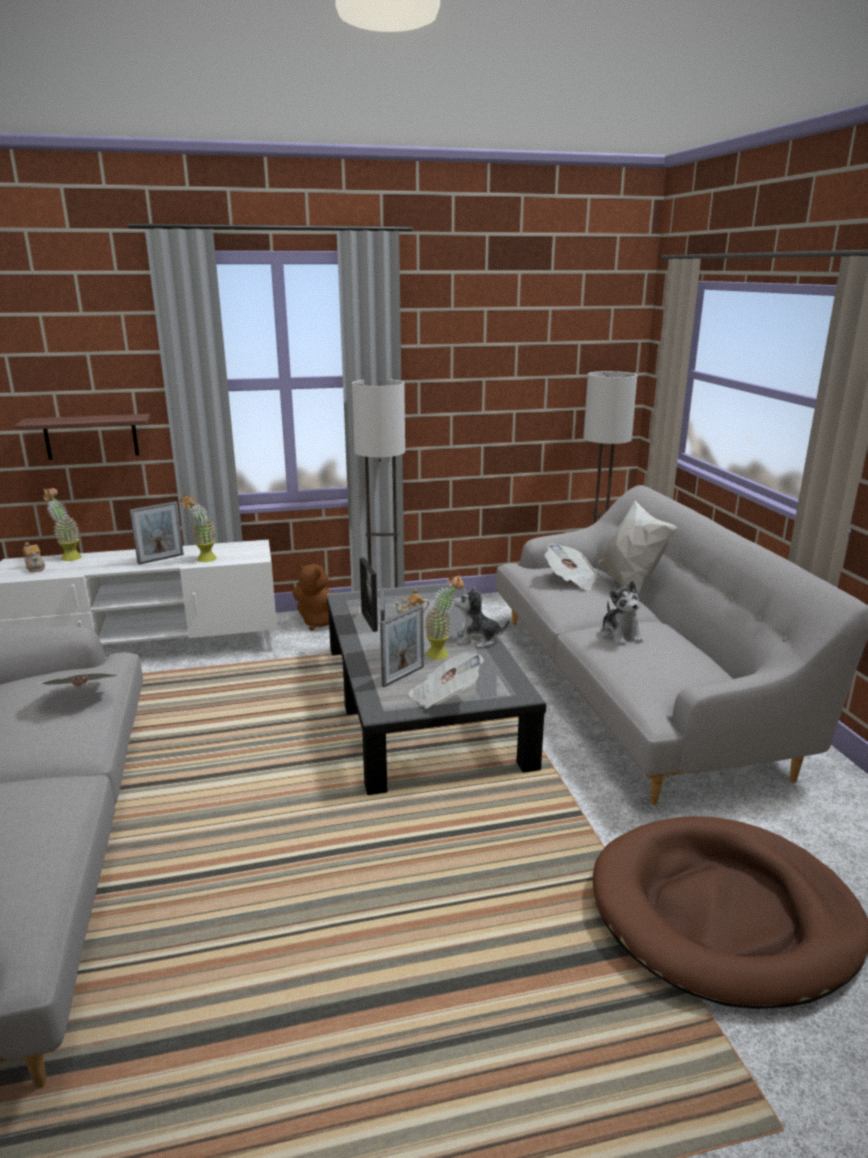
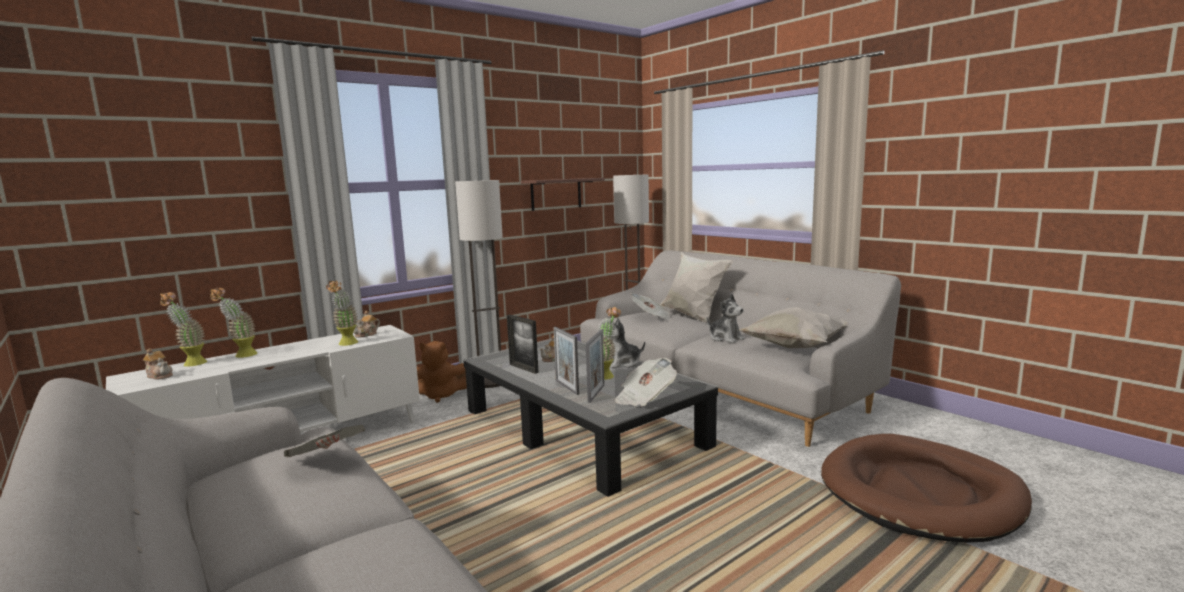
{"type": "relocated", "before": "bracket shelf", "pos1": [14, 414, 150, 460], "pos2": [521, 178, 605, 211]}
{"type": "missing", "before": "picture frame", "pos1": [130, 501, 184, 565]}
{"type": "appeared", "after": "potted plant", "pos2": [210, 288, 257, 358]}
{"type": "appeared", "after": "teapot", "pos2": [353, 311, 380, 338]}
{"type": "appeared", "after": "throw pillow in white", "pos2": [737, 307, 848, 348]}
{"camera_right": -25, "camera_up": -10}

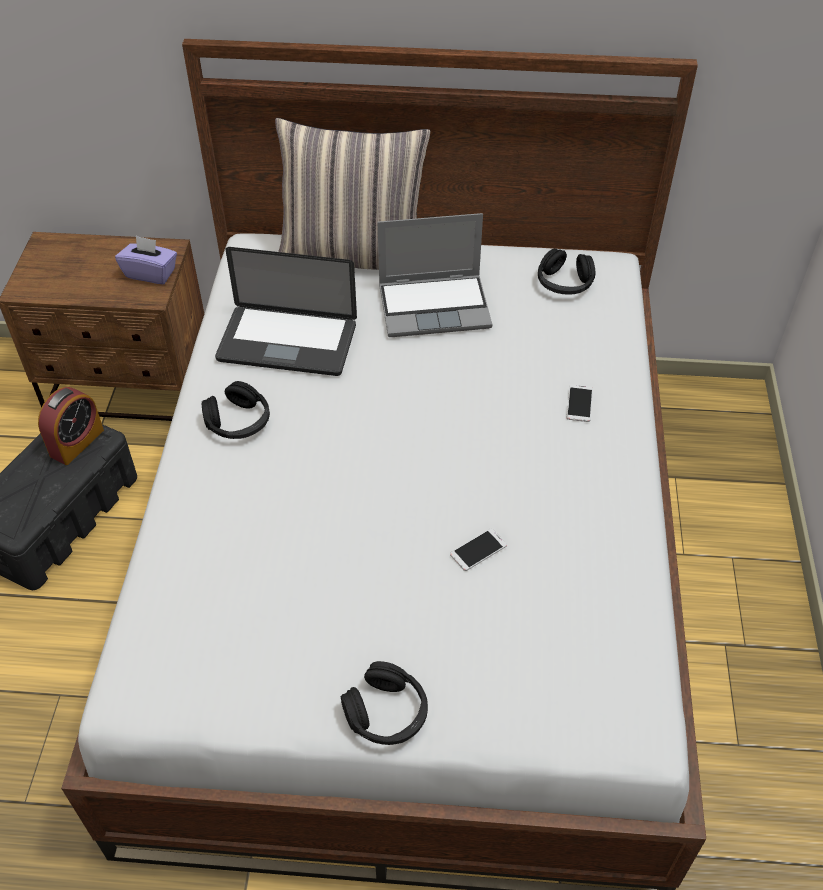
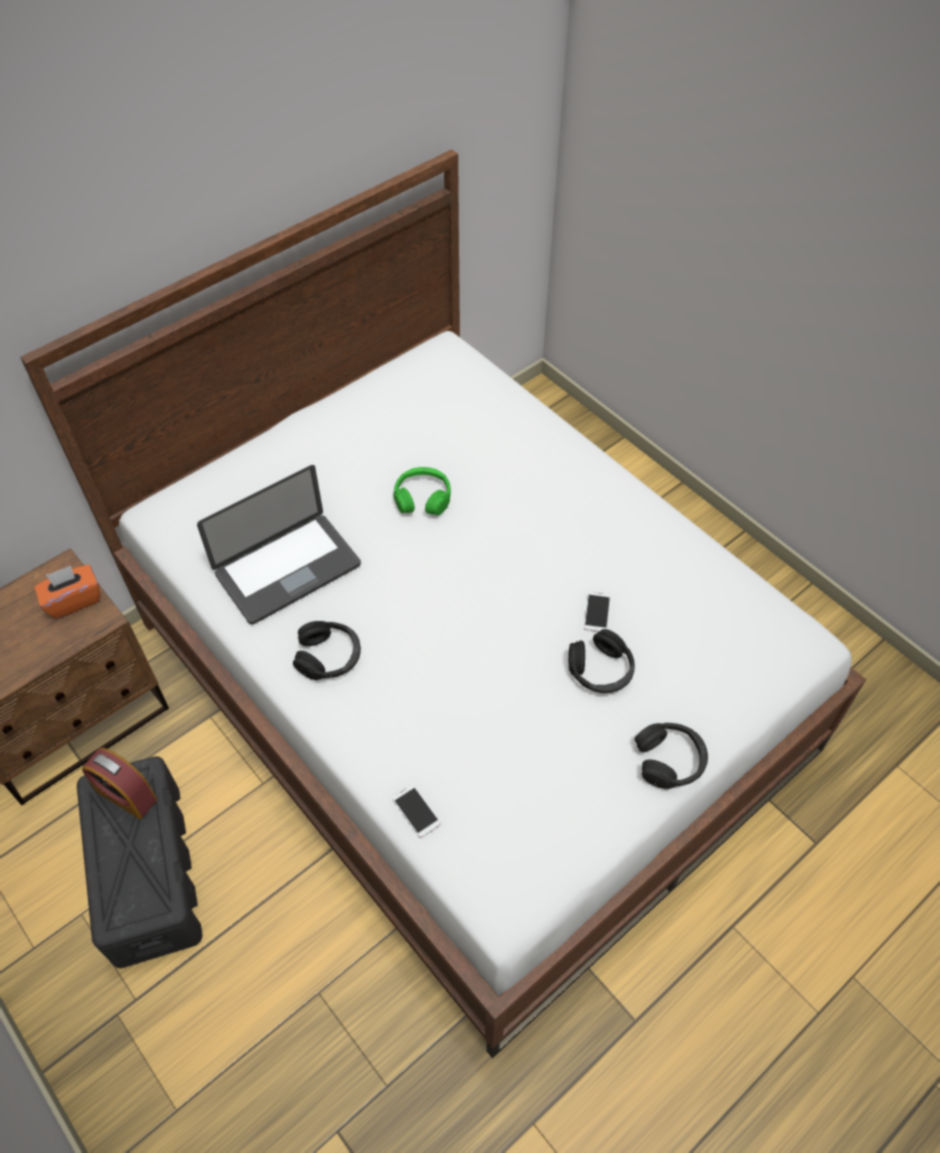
{"type": "spun", "before": "alarm clock", "pos1": [38, 387, 104, 465], "pos2": [82, 748, 157, 819], "turn": 135}
{"type": "colour", "before": "tissue box in purple", "after": "tissue box in orangey", "pos1": [115, 236, 177, 284], "pos2": [34, 565, 100, 619]}
{"type": "missing", "before": "throw pillow", "pos1": [275, 118, 430, 270]}
{"type": "missing", "before": "laptop", "pos1": [378, 213, 492, 337]}
{"type": "relocated", "before": "headset in blackish", "pos1": [538, 249, 595, 295], "pos2": [568, 629, 635, 693]}
{"type": "relocated", "before": "handset", "pos1": [567, 384, 593, 422], "pos2": [392, 784, 441, 838]}
{"type": "appeared", "after": "headset in green", "pos2": [393, 467, 451, 515]}
{"camera_right": -45, "camera_up": 5}

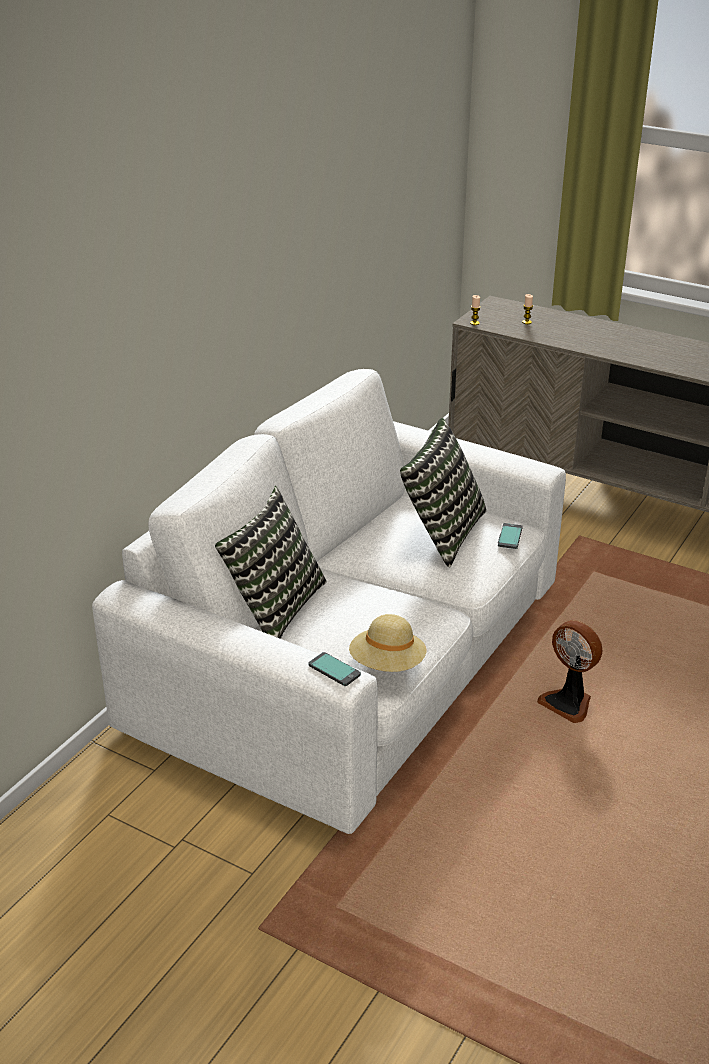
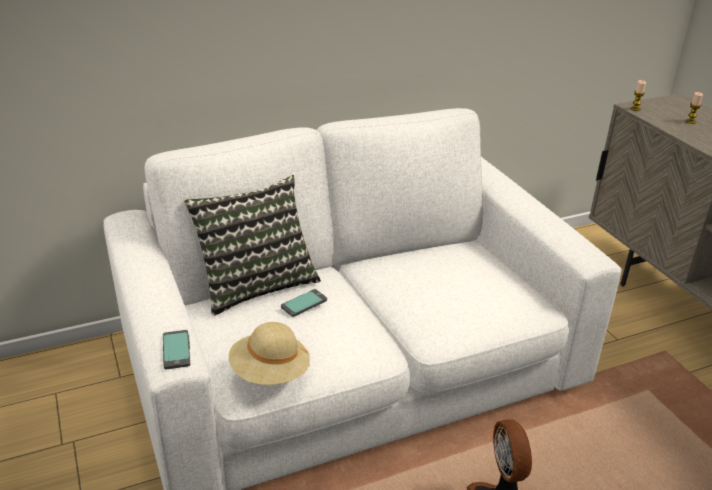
{"type": "missing", "before": "throw pillow", "pos1": [400, 418, 486, 568]}
{"type": "relocated", "before": "handset", "pos1": [498, 523, 523, 549], "pos2": [281, 289, 327, 317]}
{"camera_right": 35, "camera_up": 0}

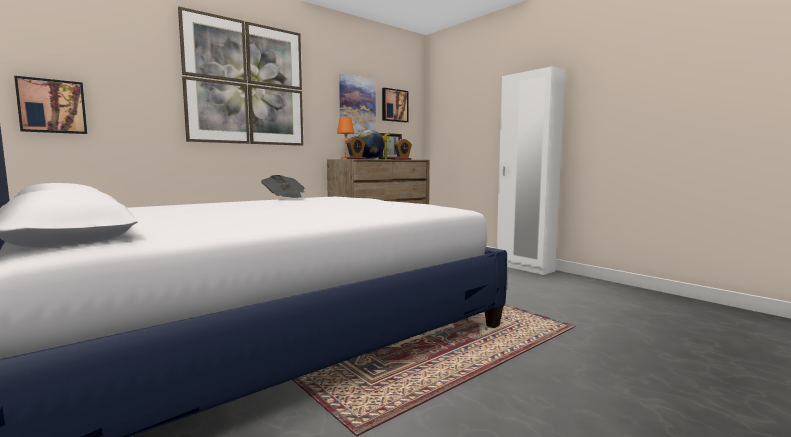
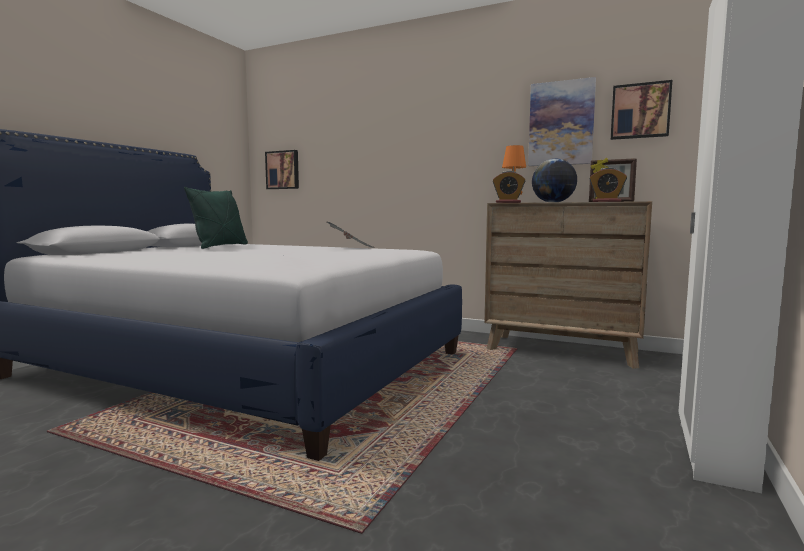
{"type": "missing", "before": "wall art", "pos1": [178, 7, 303, 146]}
{"type": "appeared", "after": "throw pillow in green", "pos2": [184, 187, 248, 249]}
{"camera_right": 65, "camera_up": 0}

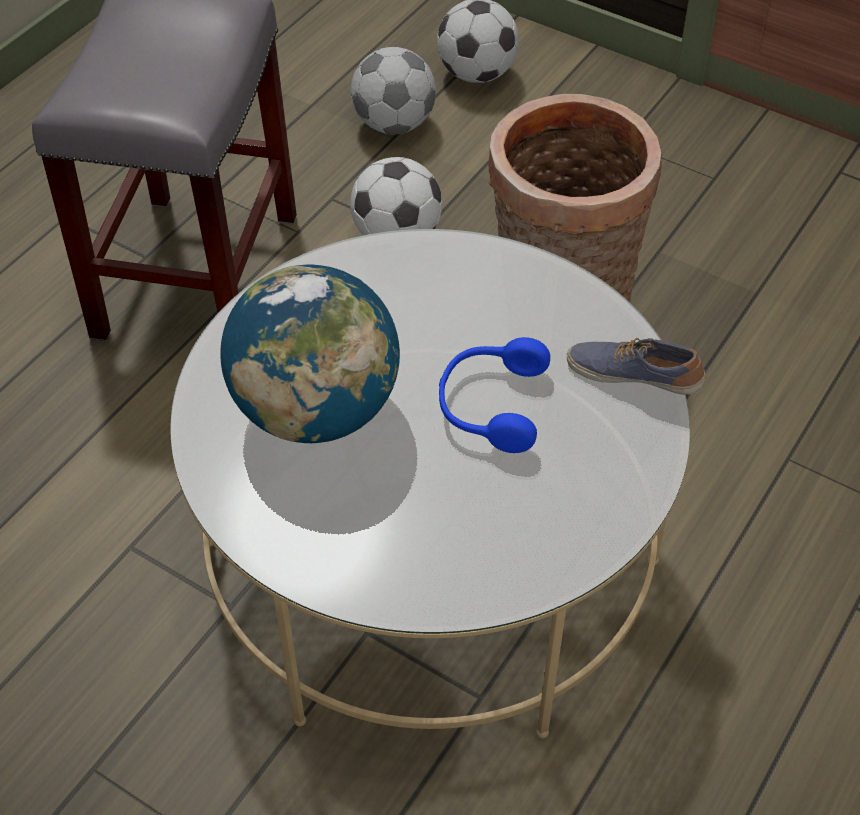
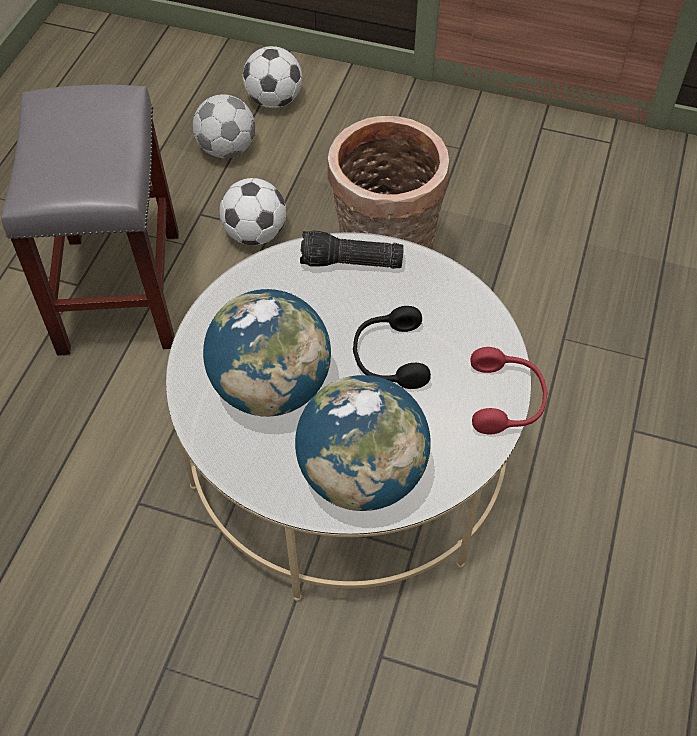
{"type": "colour", "before": "headset in bluish", "after": "headset in blackish", "pos1": [439, 337, 550, 453], "pos2": [353, 306, 431, 389]}
{"type": "missing", "before": "shoe", "pos1": [567, 338, 706, 395]}
{"type": "appeared", "after": "globe", "pos2": [295, 375, 431, 511]}
{"type": "appeared", "after": "flashlight", "pos2": [300, 230, 404, 269]}
{"type": "appeared", "after": "headset in red", "pos2": [470, 347, 548, 434]}
{"camera_right": -15, "camera_up": 5}

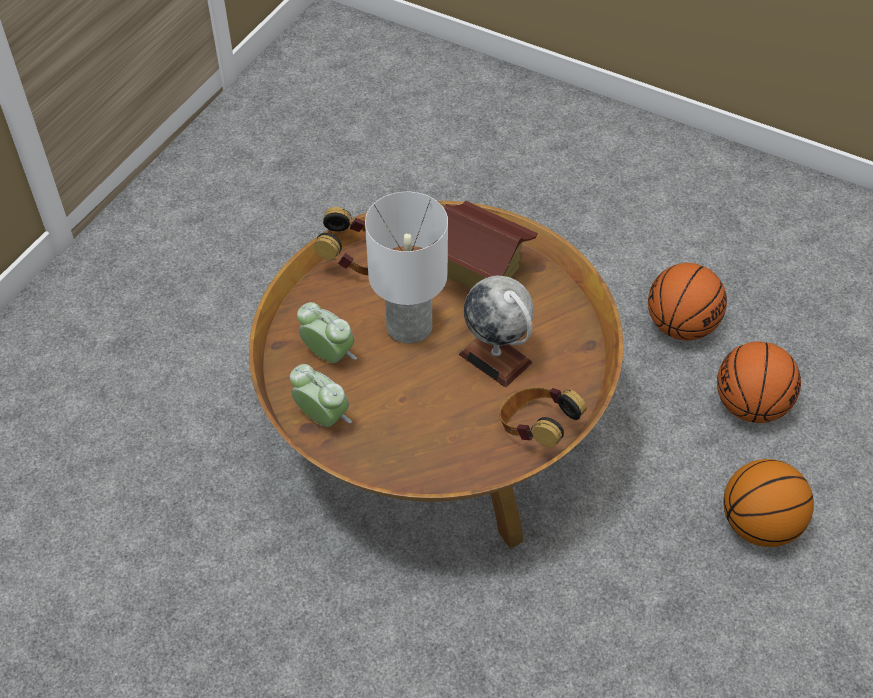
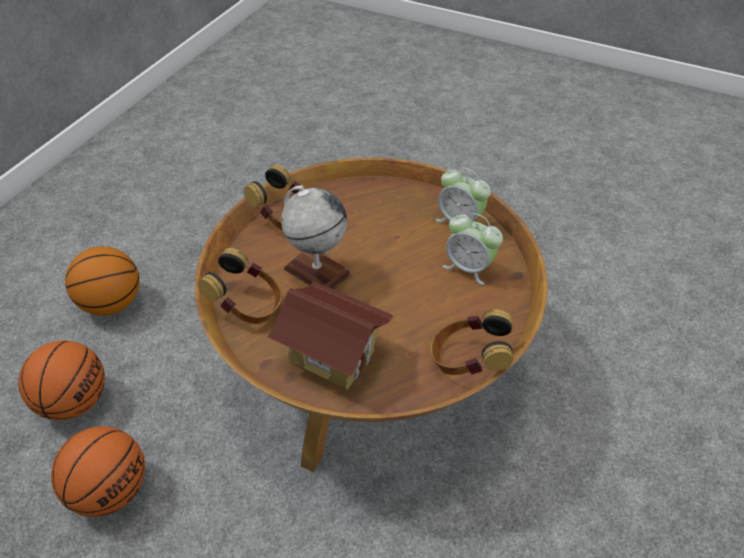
{"type": "missing", "before": "tabletop lamp in white", "pos1": [365, 192, 448, 344]}
{"type": "appeared", "after": "headset", "pos2": [198, 248, 282, 324]}
{"camera_right": 175, "camera_up": -5}

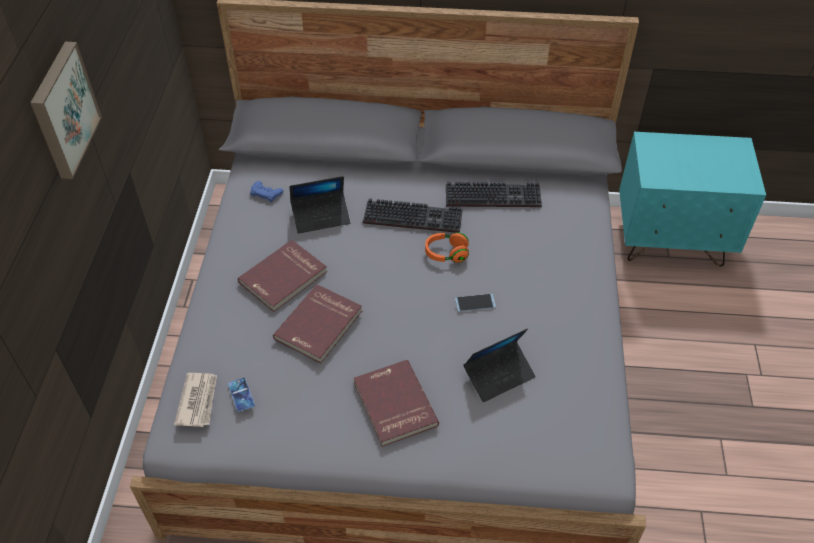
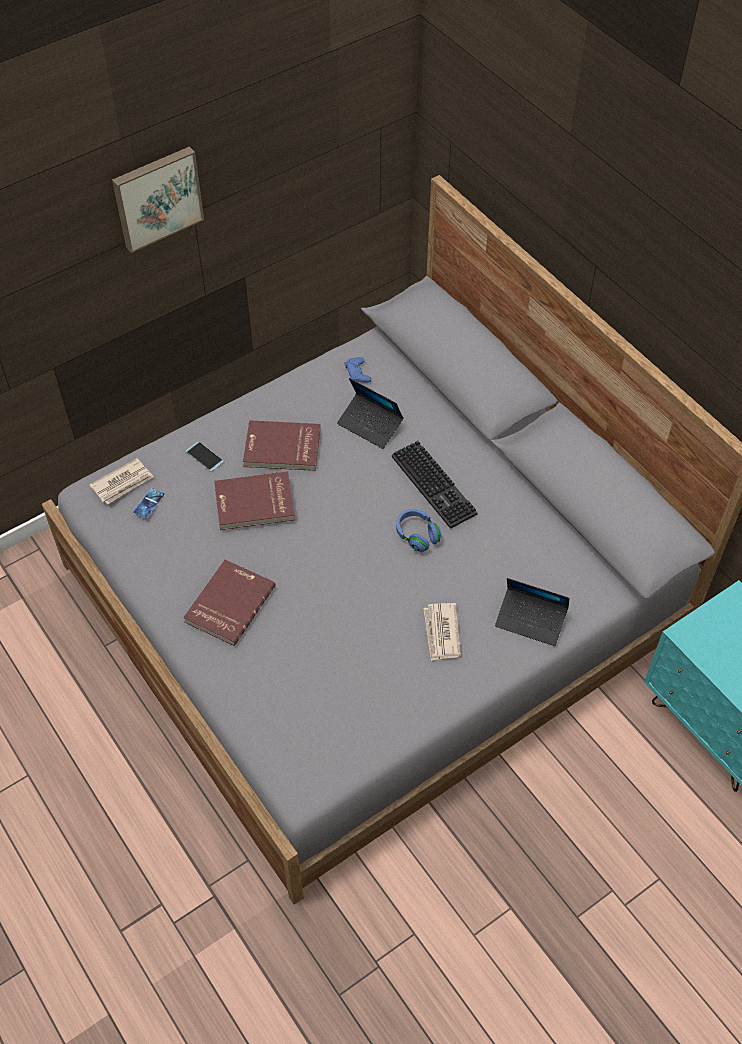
{"type": "colour", "before": "headset in orangey", "after": "headset in bluish", "pos1": [425, 232, 469, 263], "pos2": [396, 509, 442, 552]}
{"type": "missing", "before": "computer keyboard", "pos1": [446, 182, 542, 207]}
{"type": "relocated", "before": "handset", "pos1": [455, 294, 496, 312], "pos2": [185, 441, 224, 472]}
{"type": "relocated", "before": "laptop", "pos1": [463, 329, 536, 402], "pos2": [495, 578, 570, 646]}
{"type": "appeared", "after": "daily paper", "pos2": [423, 603, 461, 661]}
{"camera_right": 50, "camera_up": 5}

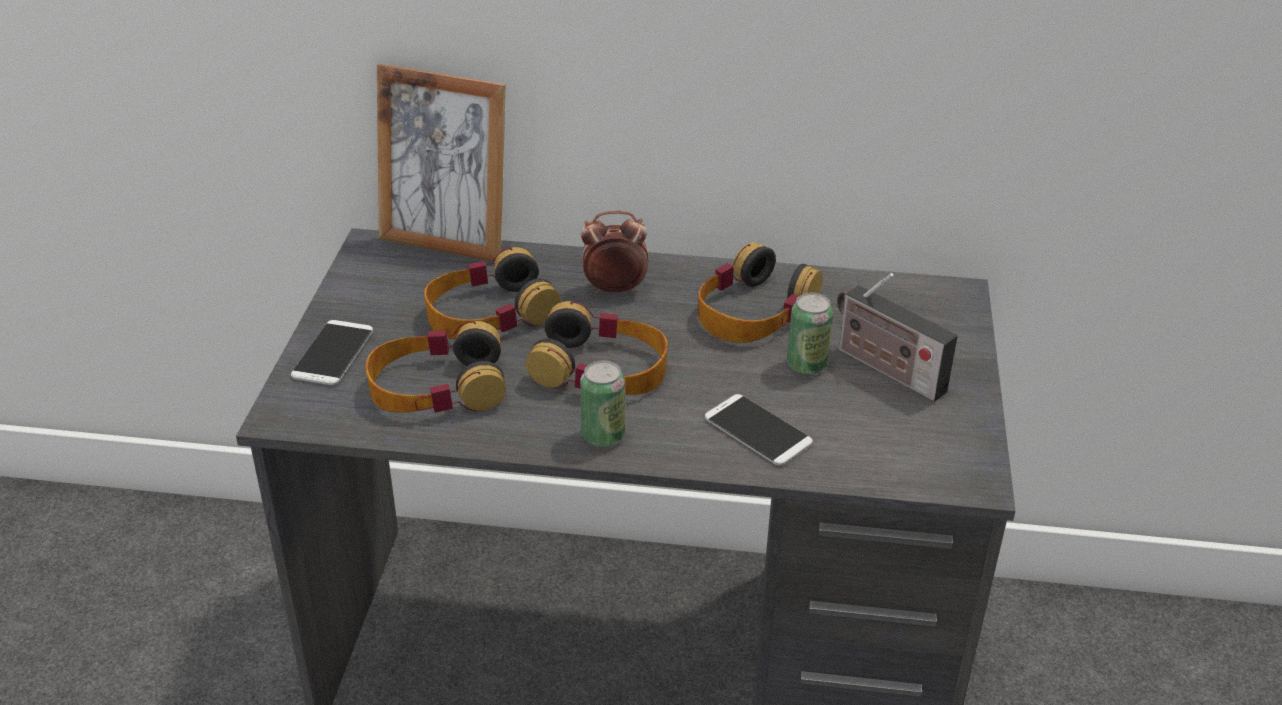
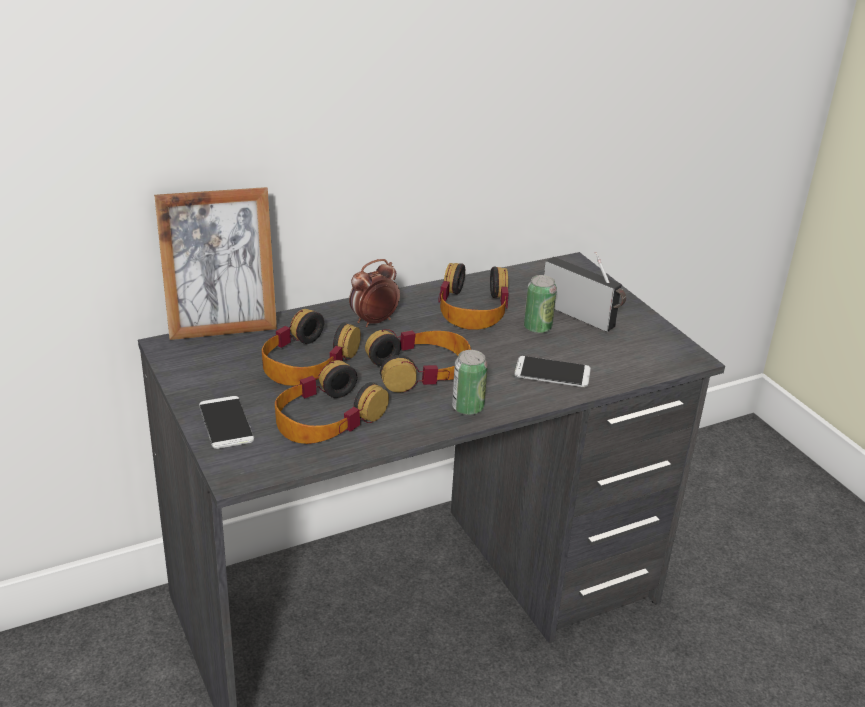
{"type": "spun", "before": "radio receiver", "pos1": [837, 273, 958, 402], "pos2": [544, 252, 626, 332], "turn": -150}
{"camera_right": -35, "camera_up": -5}

